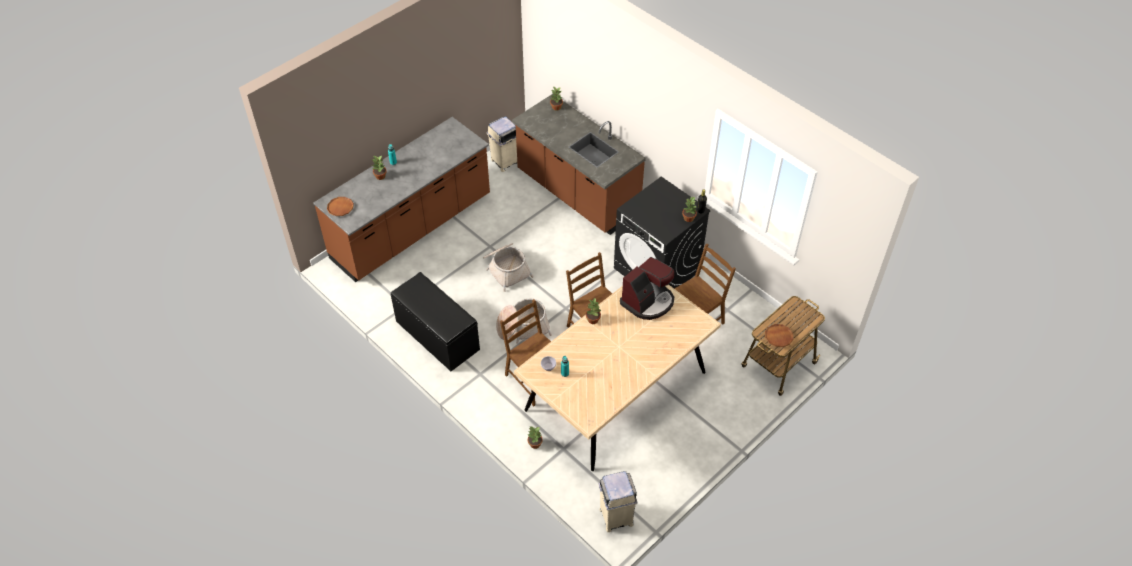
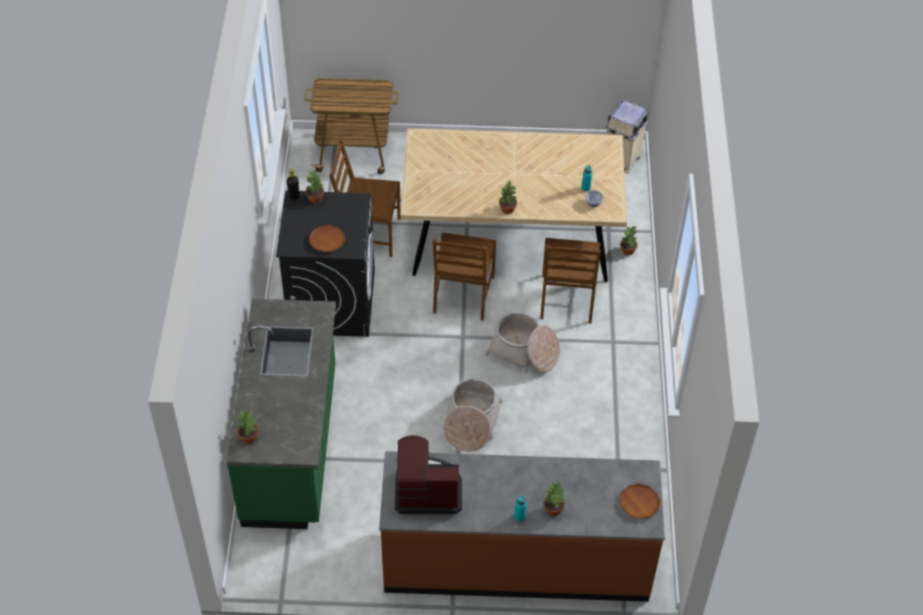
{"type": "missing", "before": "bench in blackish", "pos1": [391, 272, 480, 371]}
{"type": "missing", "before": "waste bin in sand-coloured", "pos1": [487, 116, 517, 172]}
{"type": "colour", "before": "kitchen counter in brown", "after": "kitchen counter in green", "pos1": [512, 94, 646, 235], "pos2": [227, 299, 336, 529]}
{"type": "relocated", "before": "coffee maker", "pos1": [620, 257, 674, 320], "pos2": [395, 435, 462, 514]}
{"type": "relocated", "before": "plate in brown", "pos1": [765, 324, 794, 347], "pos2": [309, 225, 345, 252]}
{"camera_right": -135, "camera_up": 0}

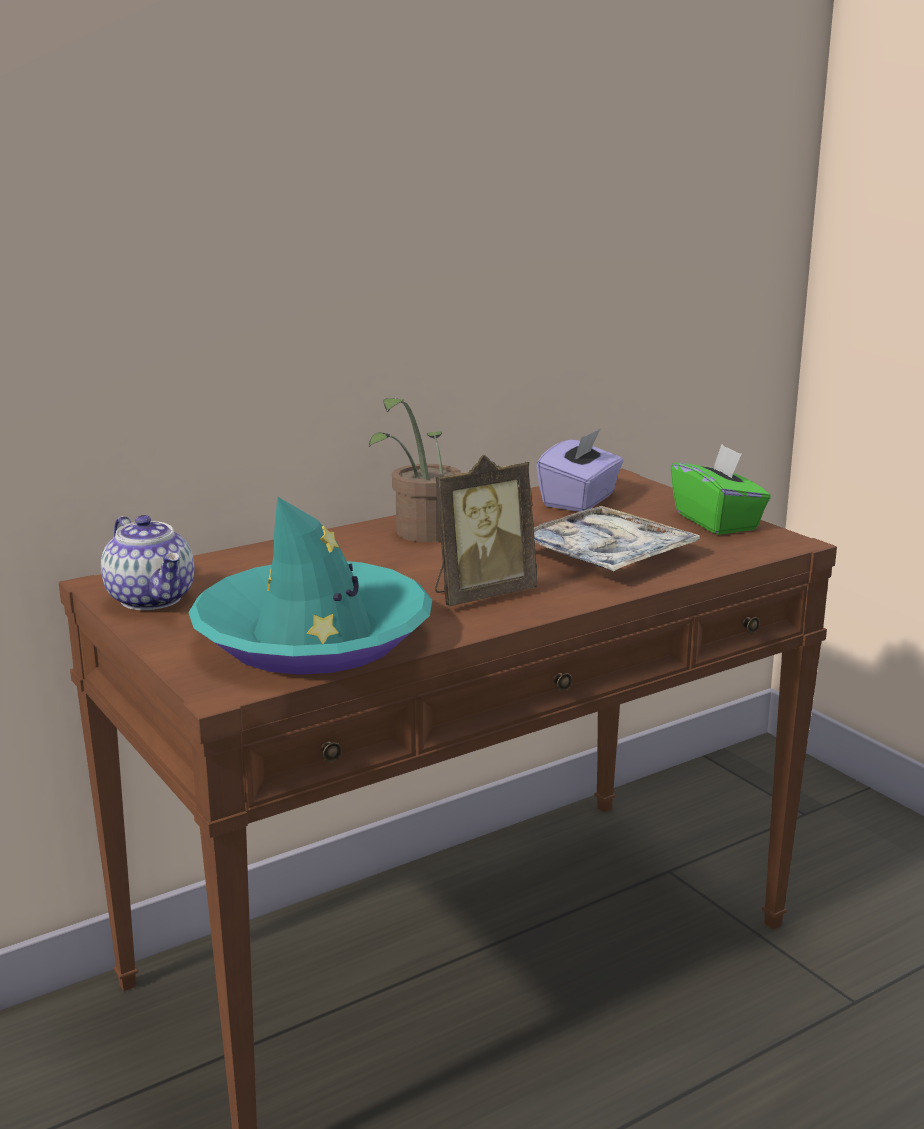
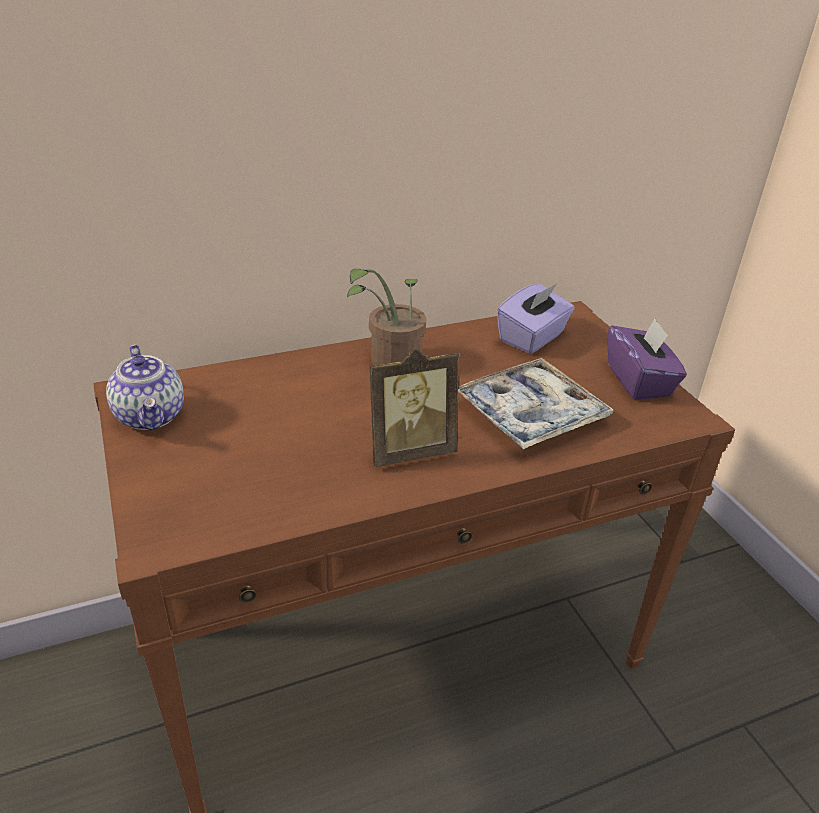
{"type": "missing", "before": "hat in blue-green", "pos1": [188, 496, 432, 675]}
{"type": "colour", "before": "tissue box in green", "after": "tissue box in purple", "pos1": [671, 444, 771, 535], "pos2": [607, 318, 687, 400]}
{"camera_right": 10, "camera_up": 15}

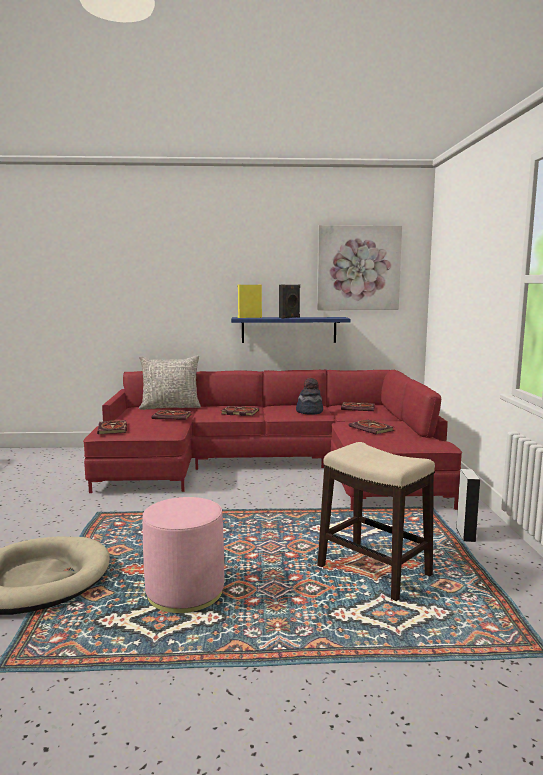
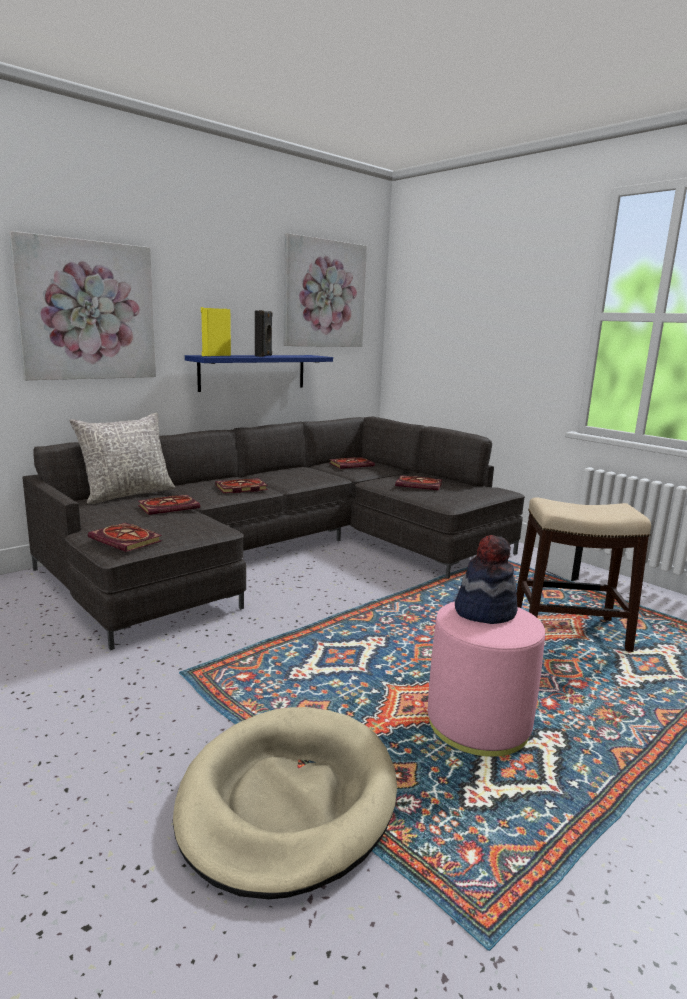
{"type": "colour", "before": "couch in red", "after": "couch in grey", "pos1": [83, 369, 462, 510], "pos2": [22, 416, 525, 650]}
{"type": "relocated", "before": "hat", "pos1": [296, 378, 323, 415], "pos2": [455, 535, 518, 624]}
{"type": "appeared", "after": "wall art", "pos2": [9, 231, 156, 380]}
{"camera_right": -40, "camera_up": 5}

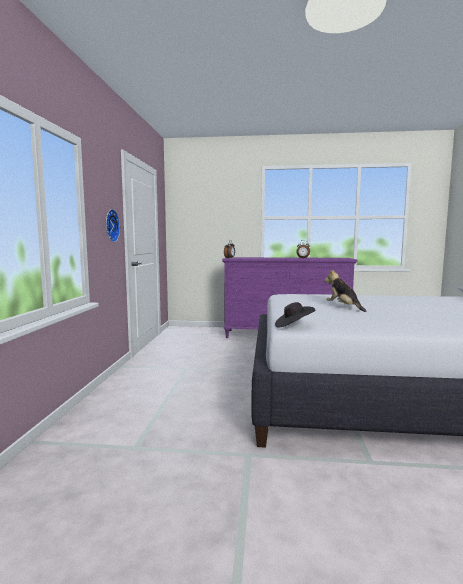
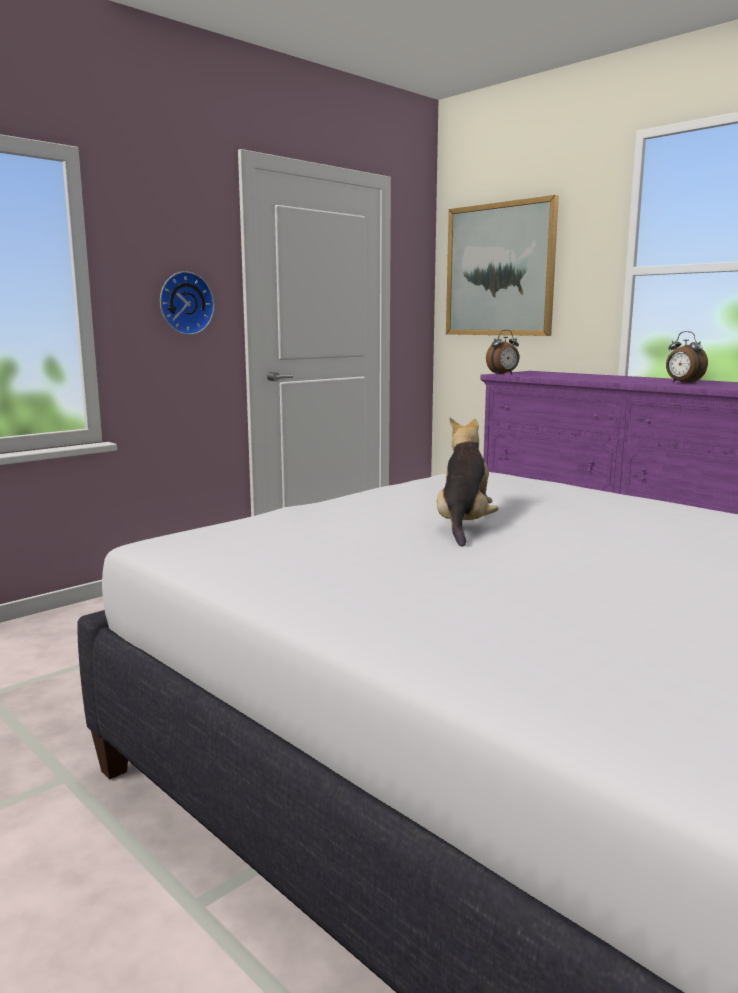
{"type": "missing", "before": "hat in blackish", "pos1": [275, 302, 315, 328]}
{"type": "appeared", "after": "wall art", "pos2": [446, 195, 559, 336]}
{"camera_right": 40, "camera_up": 5}

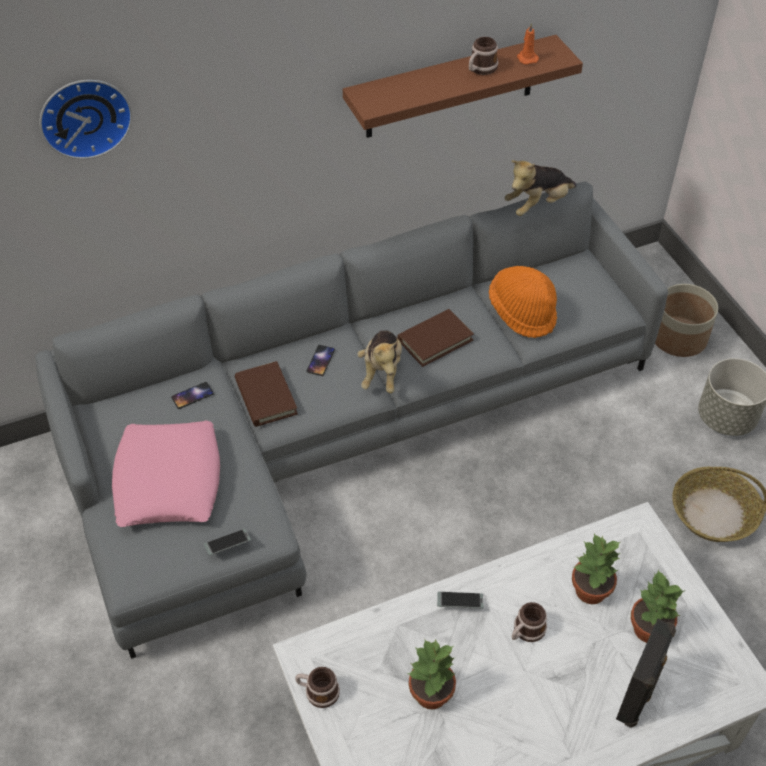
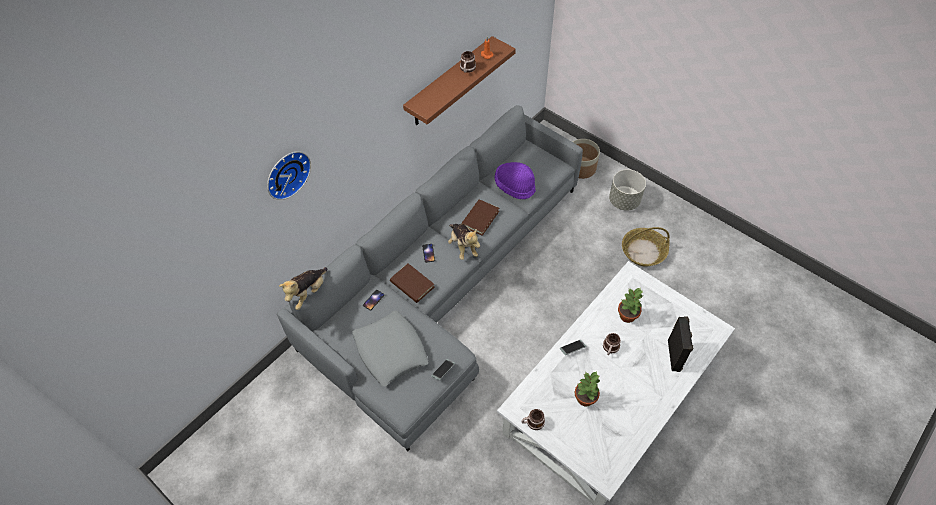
{"type": "colour", "before": "throw pillow in pinkish", "after": "throw pillow in grey", "pos1": [112, 421, 220, 527], "pos2": [352, 310, 428, 387]}
{"type": "colour", "before": "hat in orangey", "after": "hat in purple", "pos1": [489, 266, 557, 338], "pos2": [494, 162, 536, 199]}
{"type": "relocated", "before": "plush toy", "pos1": [505, 160, 576, 216], "pos2": [279, 267, 327, 310]}
{"type": "missing", "before": "potted plant", "pos1": [631, 570, 684, 643]}
{"camera_right": -25, "camera_up": 5}

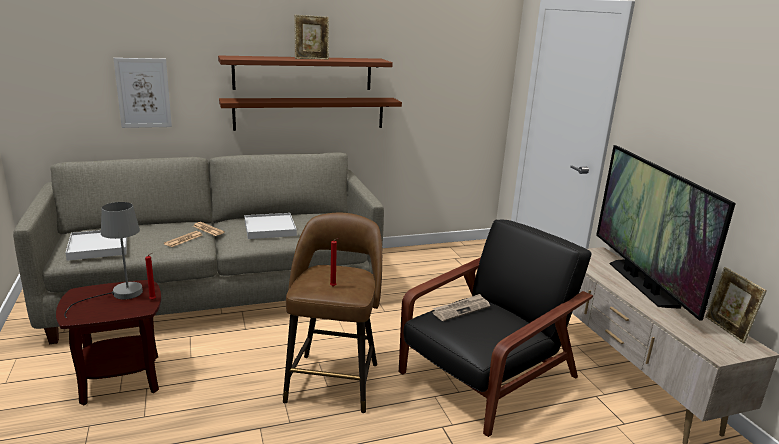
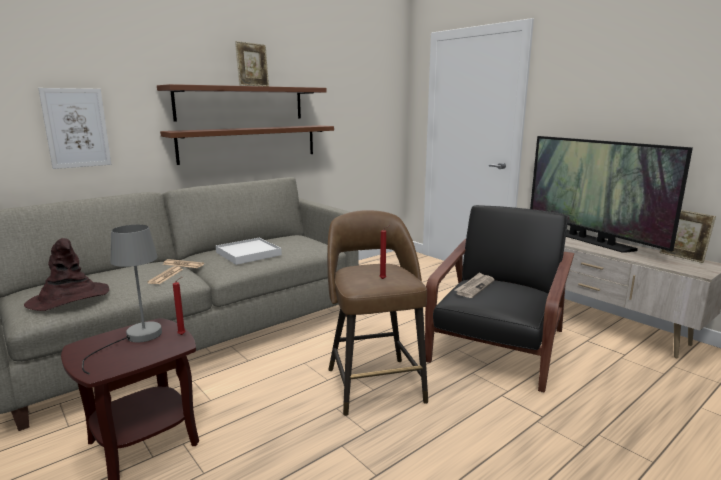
{"type": "exchanged", "before": "tray in white", "after": "hat in brown", "pos1": [65, 230, 127, 261], "pos2": [24, 238, 109, 311]}
{"camera_right": -20, "camera_up": -5}

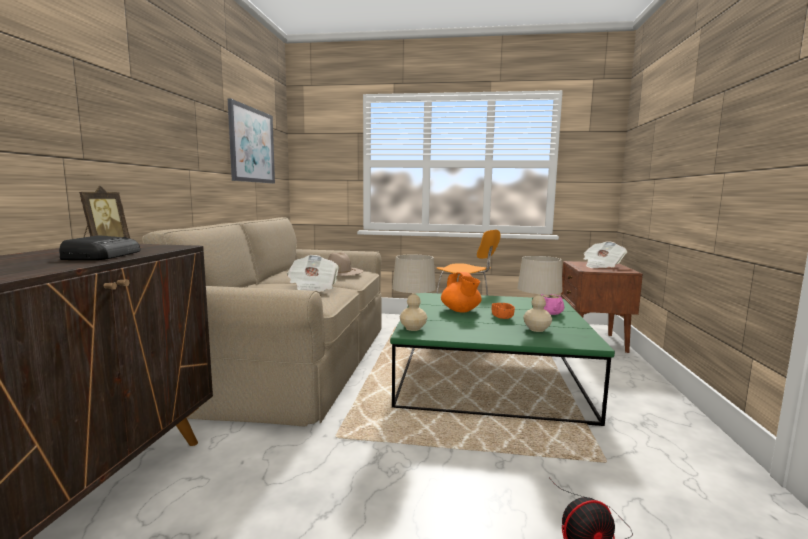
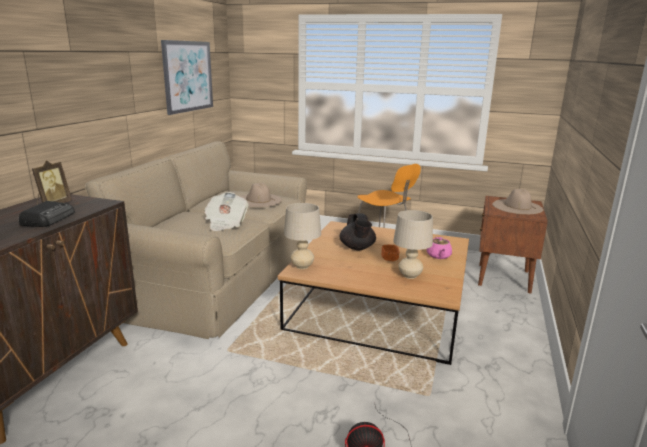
{"type": "colour", "before": "lounge table in green", "after": "lounge table in brown", "pos1": [390, 293, 615, 426], "pos2": [278, 221, 469, 365]}
{"type": "colour", "before": "teapot in orangey", "after": "teapot in blackish", "pos1": [441, 272, 482, 312], "pos2": [340, 213, 376, 250]}
{"type": "exchanged", "before": "daily paper", "after": "hat in sand-coloured", "pos1": [584, 241, 627, 268], "pos2": [492, 189, 543, 214]}
{"camera_right": 10, "camera_up": 10}

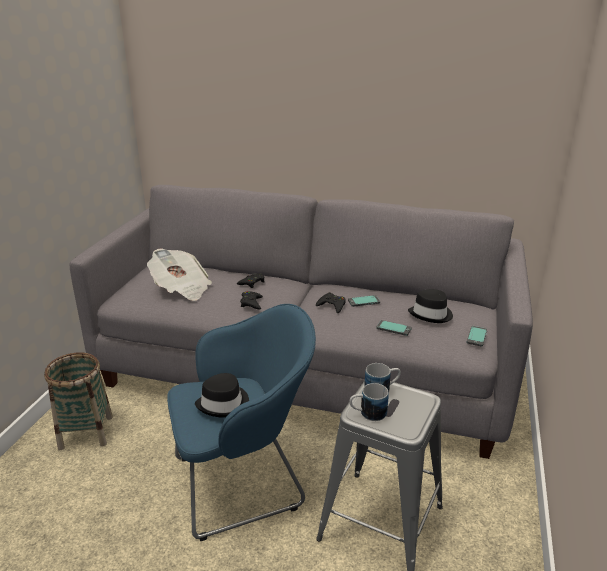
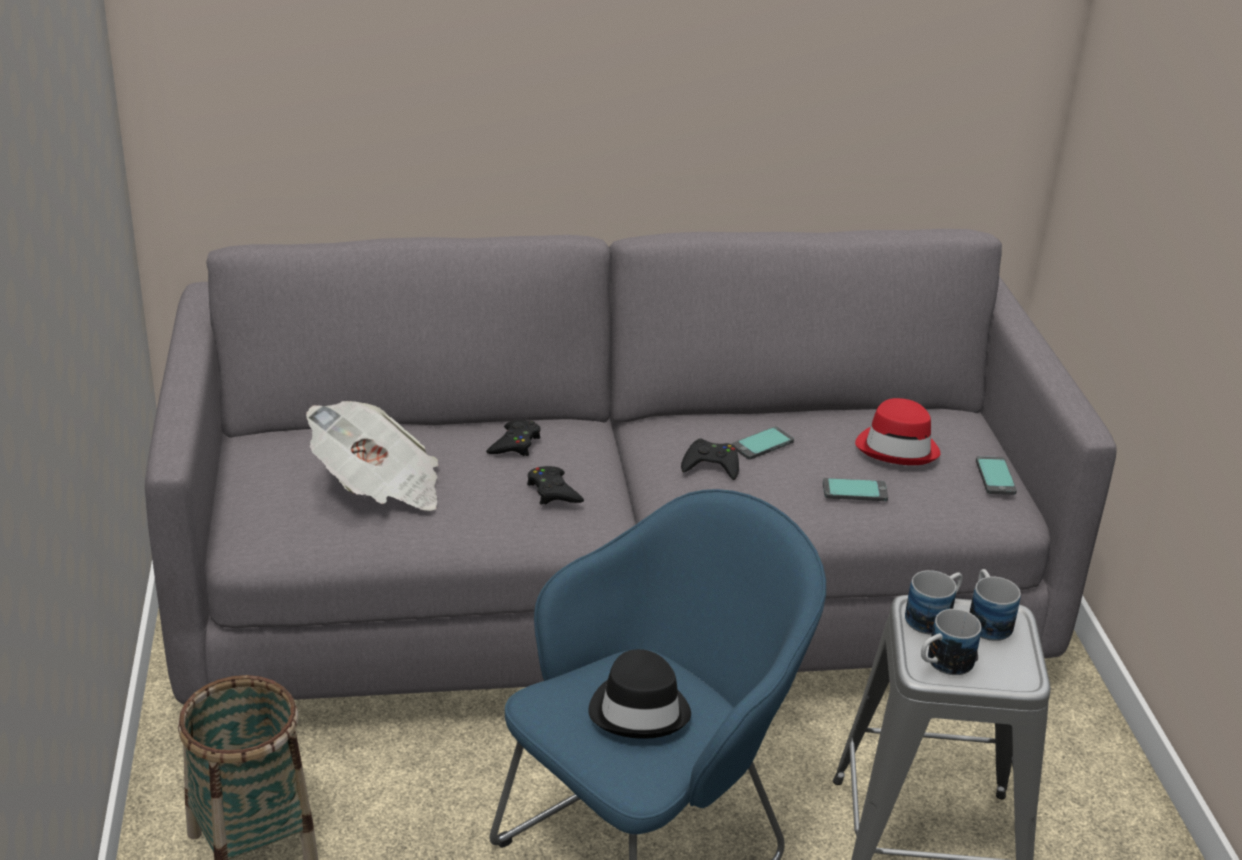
{"type": "colour", "before": "hat in blackish", "after": "hat in red", "pos1": [408, 289, 453, 323], "pos2": [855, 398, 940, 465]}
{"type": "appeared", "after": "coffee mug", "pos2": [969, 569, 1021, 641]}
{"camera_right": -25, "camera_up": 5}

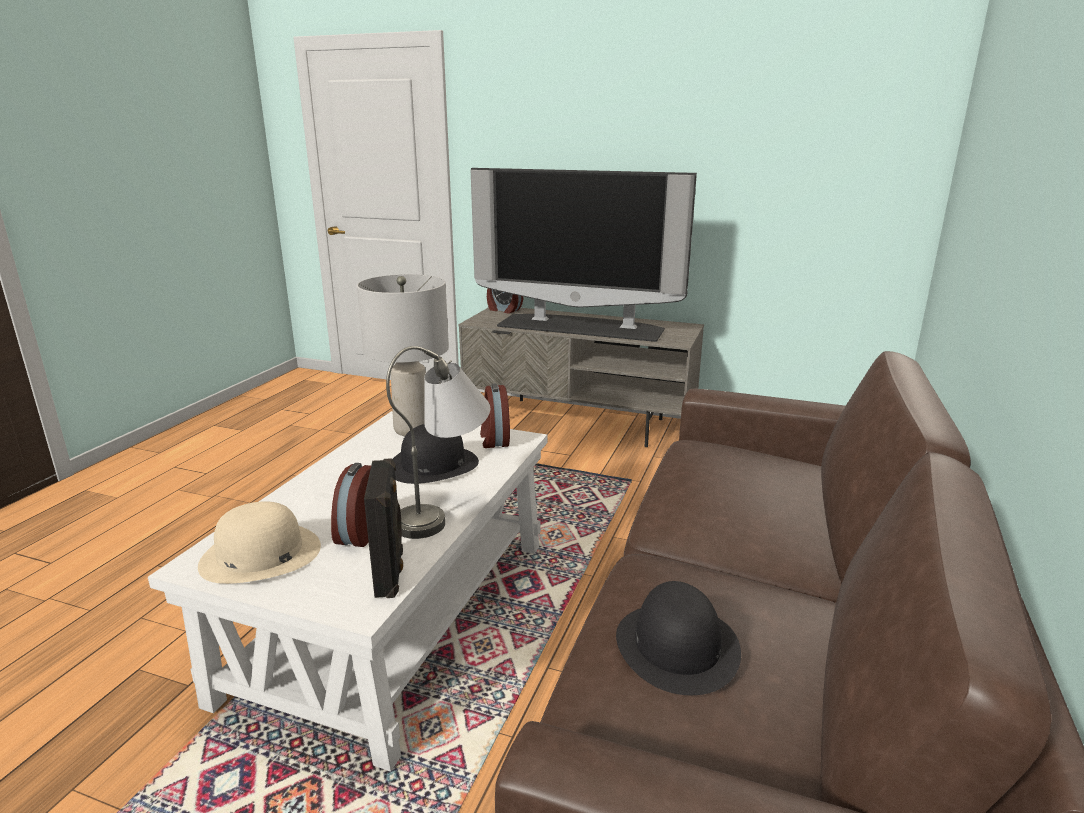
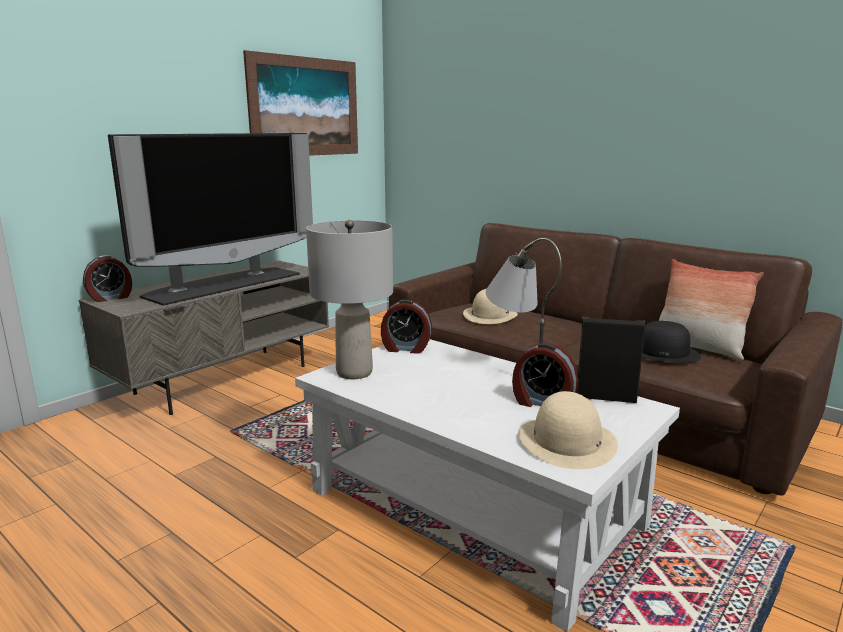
{"type": "missing", "before": "hat in blackish", "pos1": [392, 424, 479, 484]}
{"type": "appeared", "after": "wall art", "pos2": [243, 50, 358, 156]}
{"type": "appeared", "after": "hat in sand-coloured", "pos2": [463, 289, 518, 324]}
{"type": "appeared", "after": "throw pillow", "pos2": [659, 259, 764, 360]}
{"camera_right": -70, "camera_up": -5}

